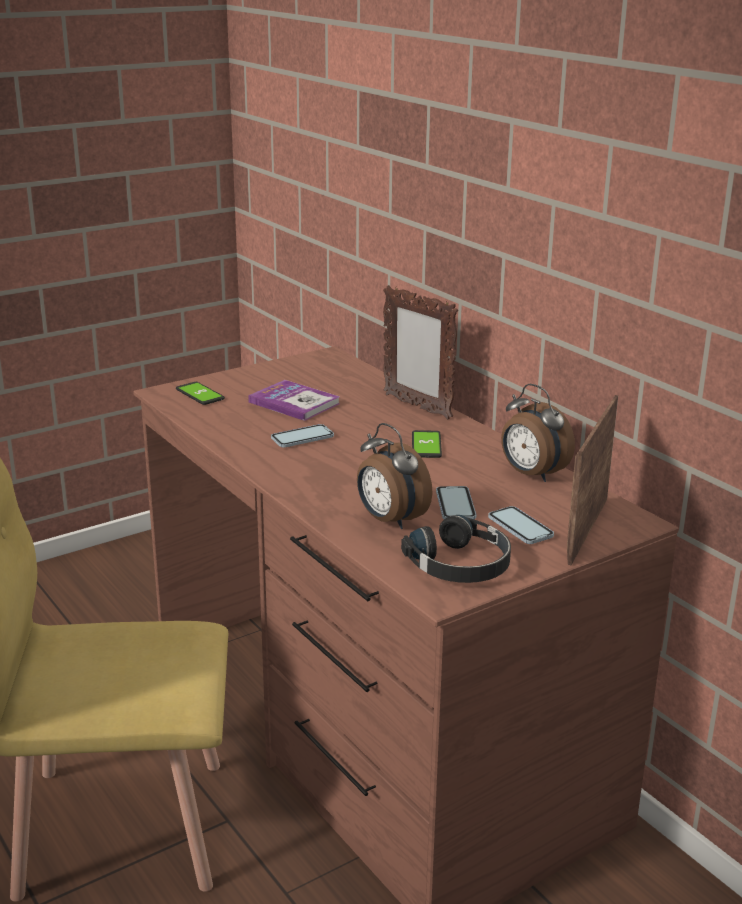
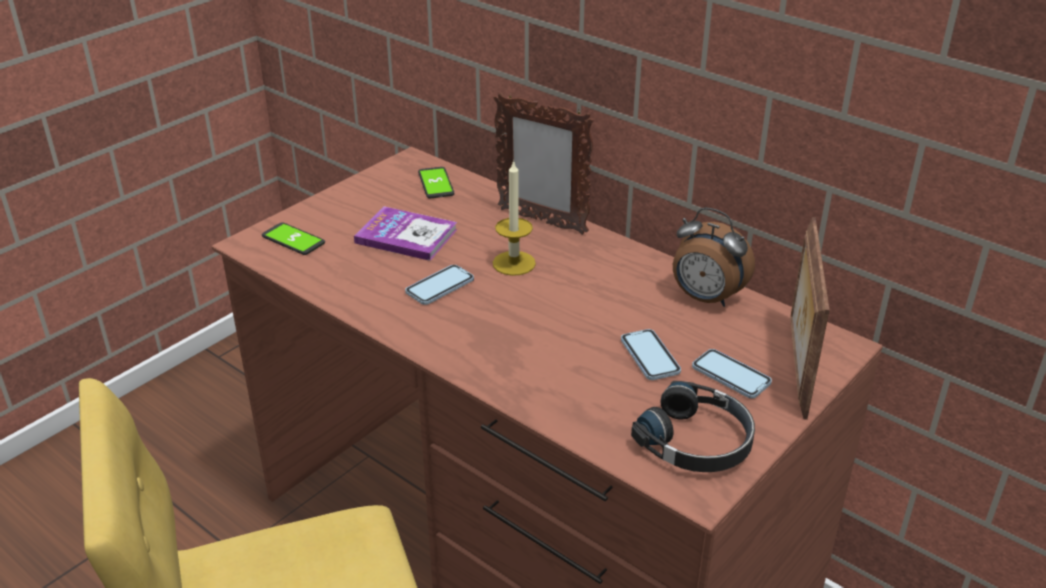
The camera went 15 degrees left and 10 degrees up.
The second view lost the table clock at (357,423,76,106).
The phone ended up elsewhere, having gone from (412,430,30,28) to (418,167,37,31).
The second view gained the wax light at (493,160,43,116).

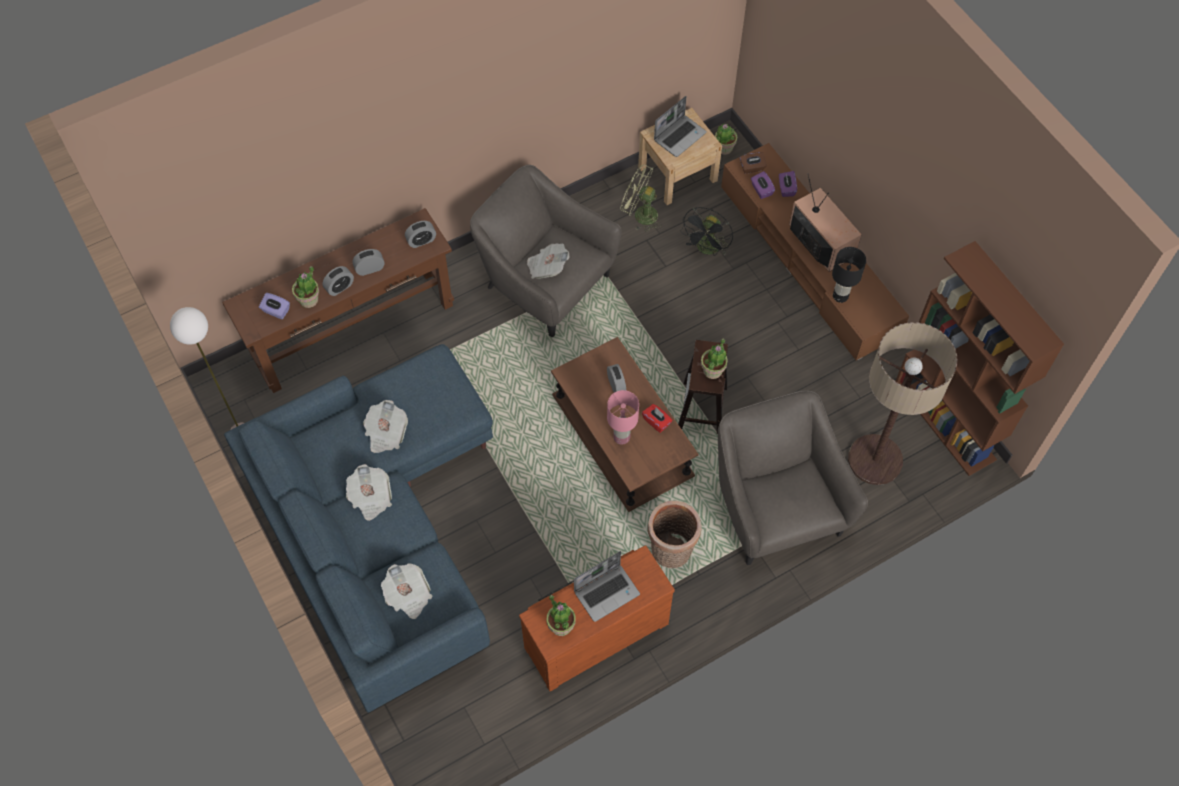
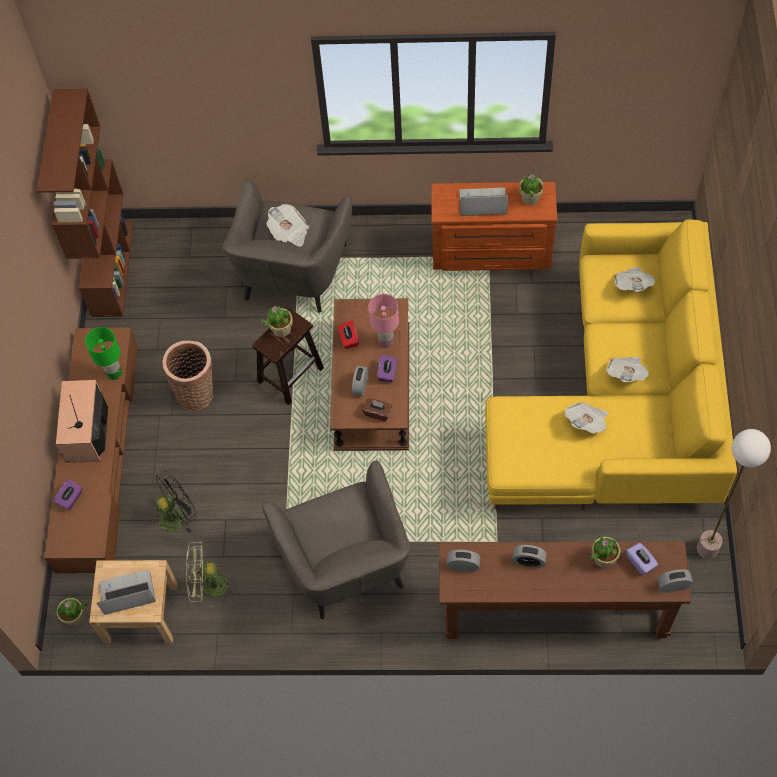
The camera went 145 degrees left and 0 degrees up.
What was the settee (bluish) at (224,344,269,369) turned into the settee (yellowish) at (485,220,252,291).
The table clock ended up elsewhere, having gone from (322,266,32,30) to (657,569,36,24).
The printed paper ended up elsewhere, having gone from (527,244,42,35) to (266,204,43,43).
The fan (greenish) at (620,165,42,67) ended up facing another way, 120 degrees clockwise from before.
The household basket ended up elsewhere, having gone from (648,501,54,67) to (162,341,51,70).
The tissue box (brown-coloured) ended up elsewhere, having gone from (740,152,27,22) to (362,398,30,23).
The tissue box (purplish) ended up elsewhere, having gone from (751,171,24,28) to (377,355,20,28).
What was the tabletop lamp (blackish) at (832,247,34,56) turned into the tabletop lamp (greenish) at (85,327,37,53).
The second view lost the standard lamp at (848,322,110,163).

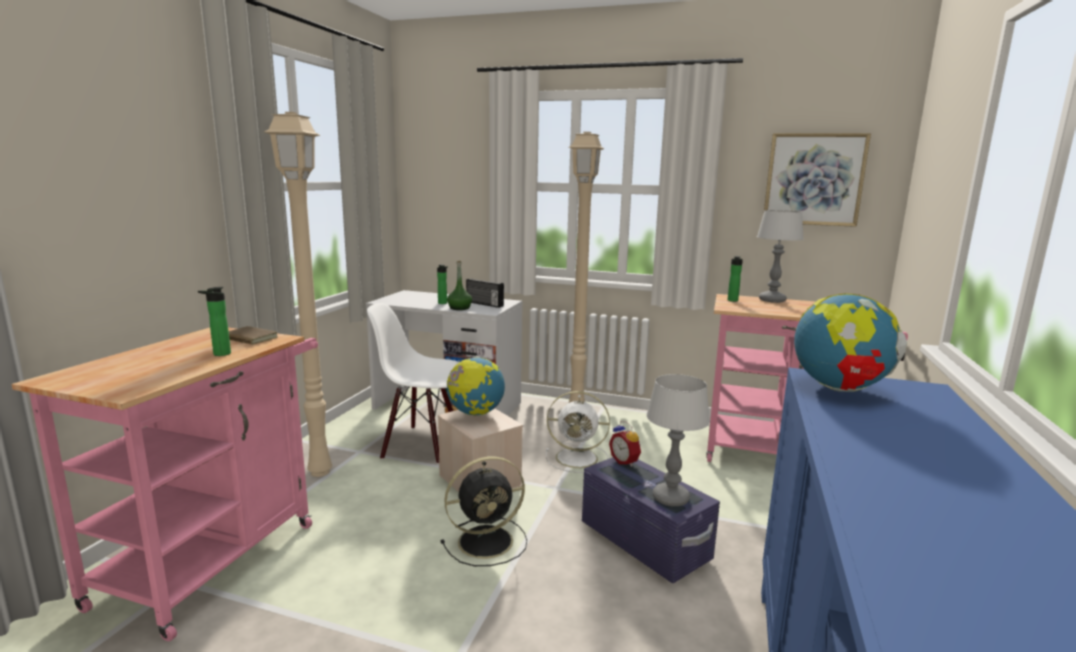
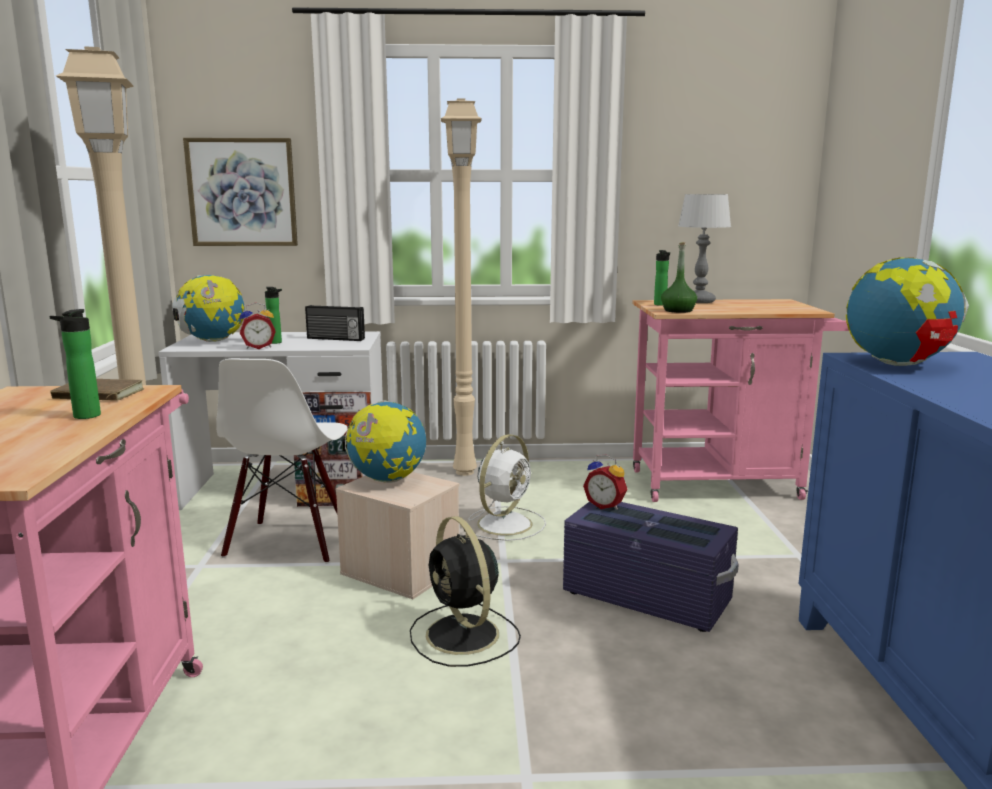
The camera went 20 degrees left and 0 degrees up.
The upright chair (white-coloured) at (367,303,92,161) ended up facing another way, 75 degrees counterclockwise from before.
The fan (blackish) at (441,456,86,110) ended up facing another way, 105 degrees clockwise from before.
The drink bottle (greenish) ended up elsewhere, having gone from (447,260,25,50) to (661,242,36,71).
The fan (white-coloured) at (546,391,64,82) ended up facing another way, 45 degrees counterclockwise from before.
The second view lost the tabletop lamp at (646,374,64,133).
The wall art ended up elsewhere, having gone from (763,133,108,94) to (183,138,115,108).
The second view gained the desk globe at (172,275,72,67).
The second view gained the table clock at (239,302,37,47).

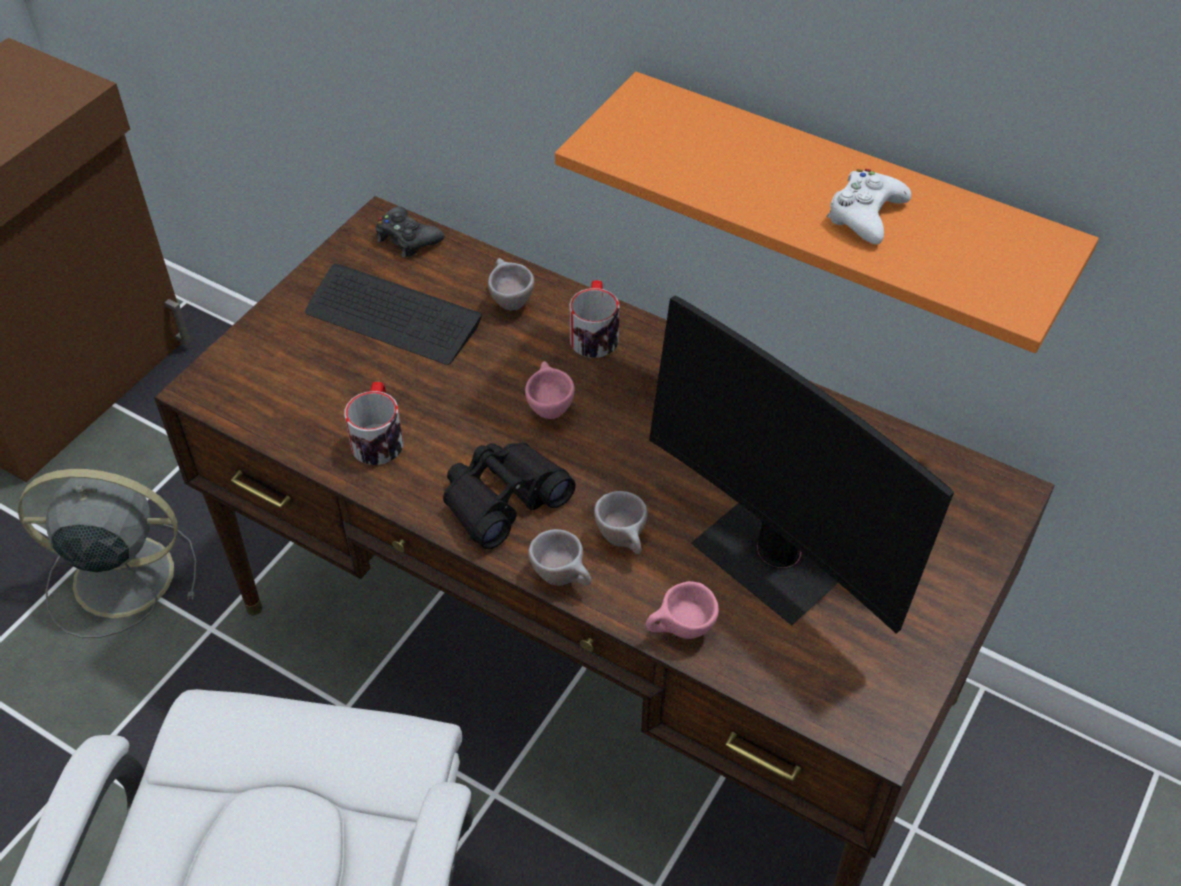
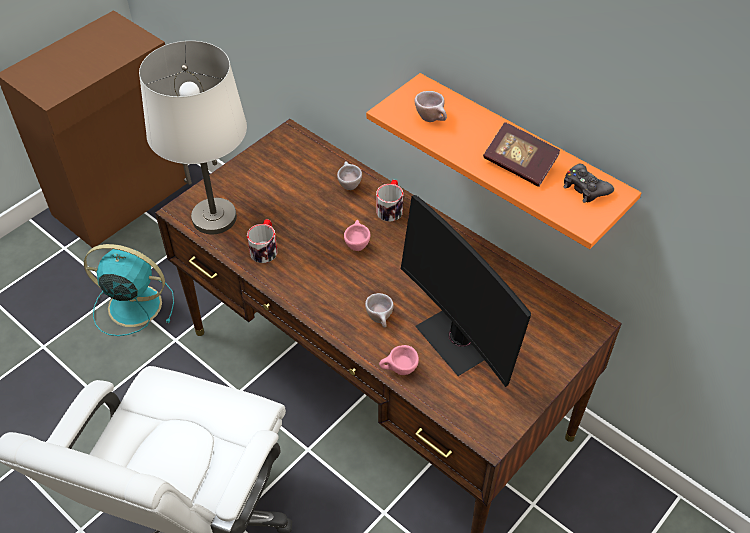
The camera went 10 degrees right and 0 degrees up.
What was the fan (grey) at (18,469,179,169) turned into the fan (turquoise) at (84,244,90,92).
The second view lost the keyboard at (305,264,178,101).
The gamepad (blackish) ended up elsewhere, having gone from (375,206,69,52) to (564,163,50,40).
The second view lost the binoculars (blackish) at (443,442,133,107).
The cup (beige) ended up elsewhere, having gone from (528,529,64,57) to (415,91,32,31).
Where the gamepad (white-coloured) stood at (827,169,84,75), the volume came to stand at (483,122,77,65).
The second view gained the tabletop lamp (white-coloured) at (139,41,108,193).

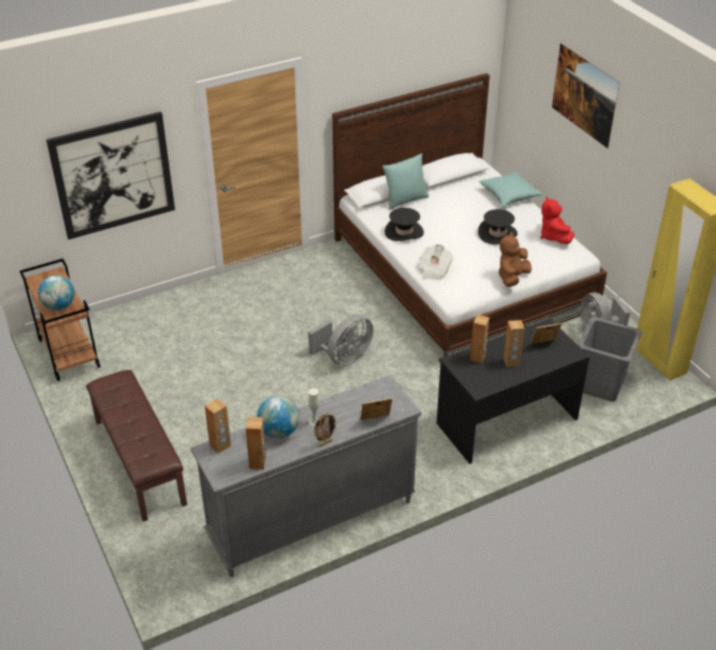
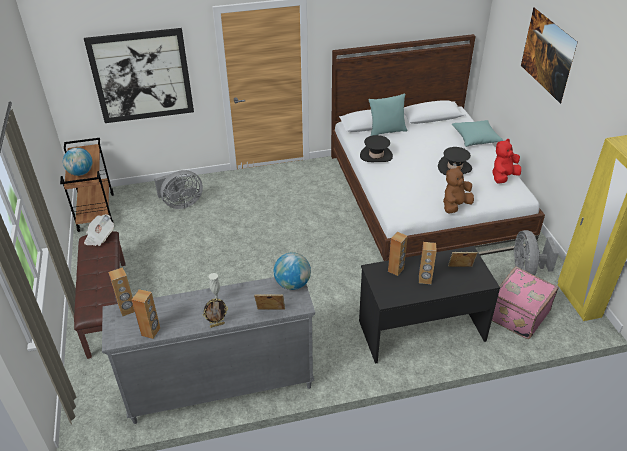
The camera went 15 degrees right and 0 degrees up.
The desk globe ended up elsewhere, having gone from (257,396,42,42) to (274,252,37,38).
The fan (grey) ended up elsewhere, having gone from (308,315,65,51) to (154,170,49,39).
The printed paper ended up elsewhere, having gone from (419,244,34,35) to (84,214,30,32).
The soft toy (red) at (540,197,34,47) ended up facing another way, 45 degrees clockwise from before.
Where the laundry basket (grey) stood at (578,317,64,85), the travel case (pink) came to stand at (492,266,67,73).

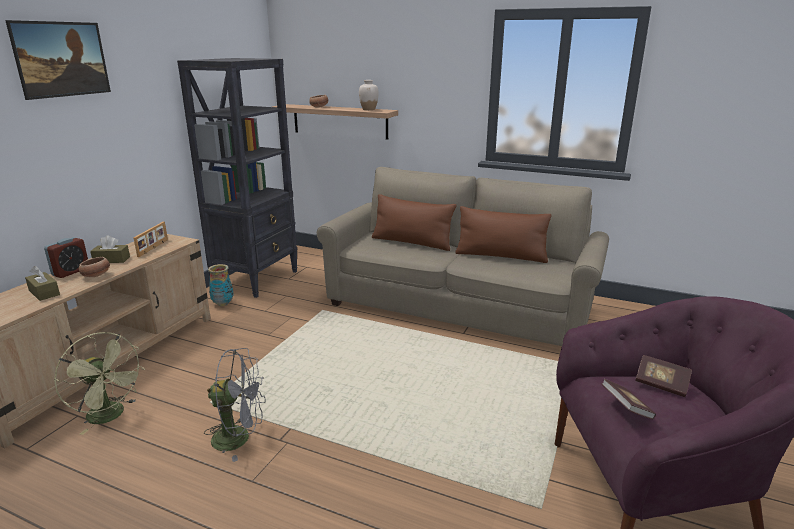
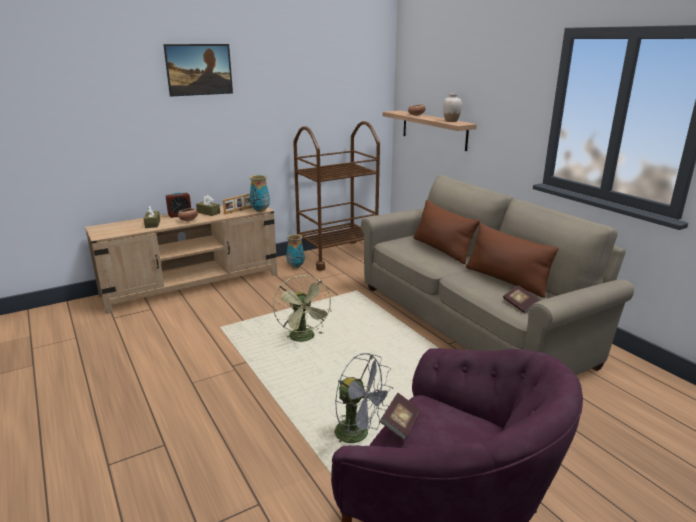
The camera went 35 degrees right and 0 degrees up.
The fan (greenish) ended up elsewhere, having gone from (54,332,91,103) to (273,275,58,67).
Where the bookcase (blackish) stood at (177,58,121,240), the trolley (brown-coloured) came to stand at (293,121,87,150).
The fan (grey) ended up elsewhere, having gone from (204,348,62,114) to (335,353,58,90).
The volume ended up elsewhere, having gone from (635,355,57,42) to (503,285,37,28).
The second view gained the decorative vase at (250,175,20,37).

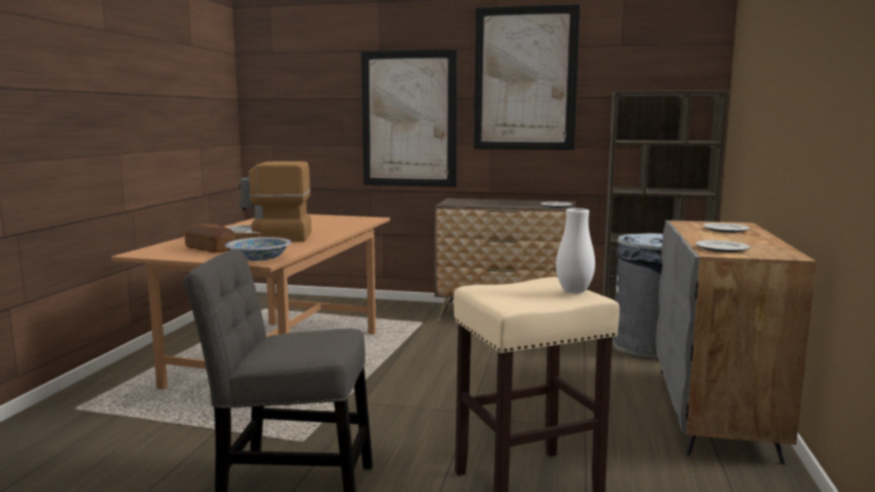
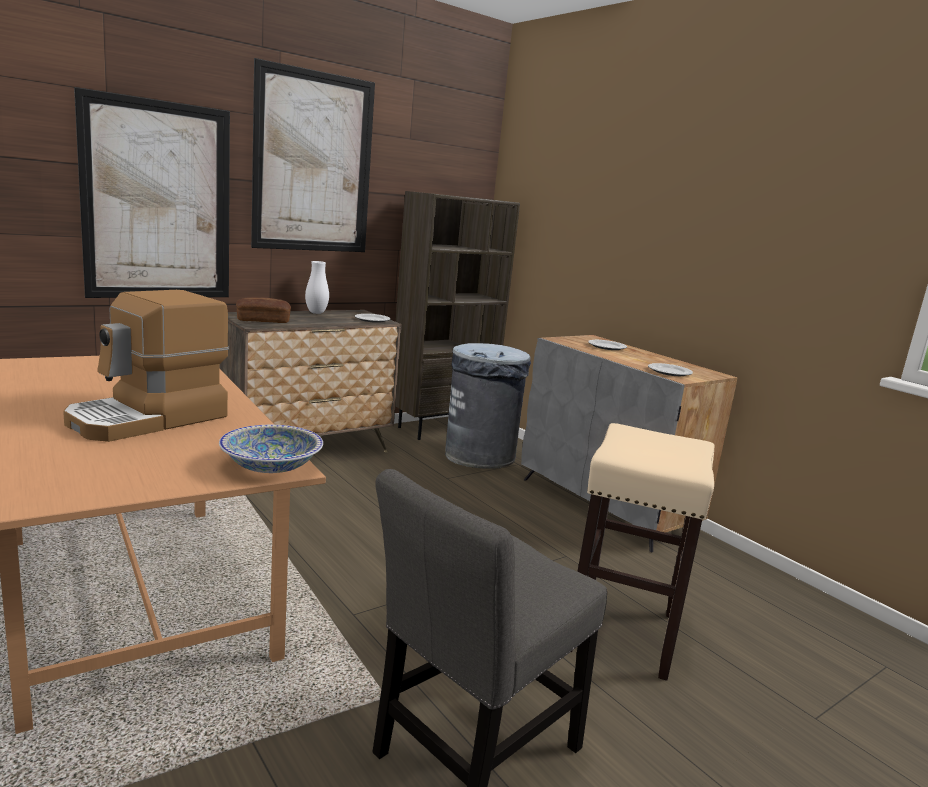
The camera went 50 degrees left and 5 degrees up.
The baked bread ended up elsewhere, having gone from (184,224,51,29) to (236,297,55,26).
The decorative vase (white-coloured) ended up elsewhere, having gone from (556,208,39,85) to (305,261,24,53).

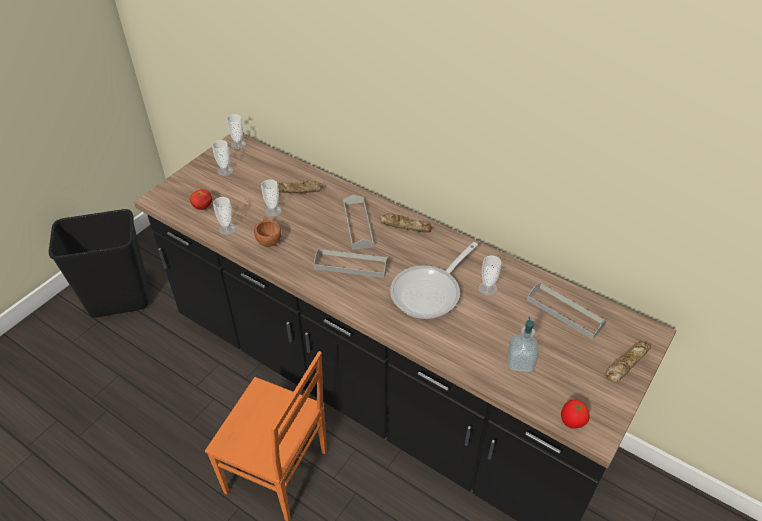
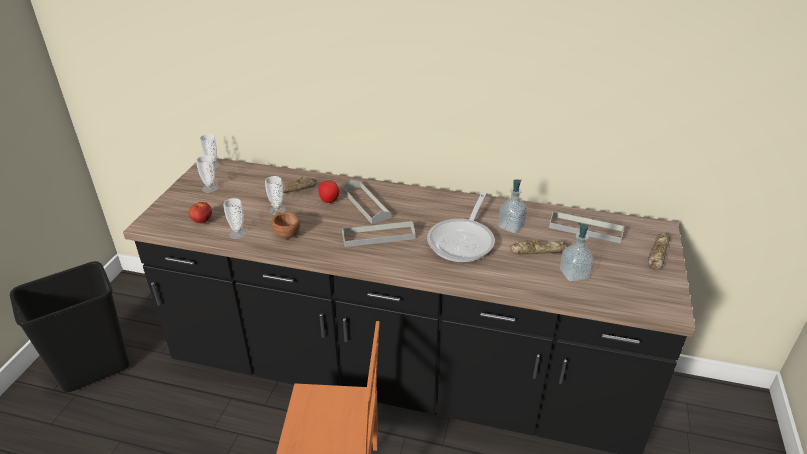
The camera went 20 degrees left and 10 degrees down.
The baked bread ended up elsewhere, having gone from (380,213,52,20) to (510,240,58,14).
Where the cup stood at (479,256,23,40), the soap dispenser came to stand at (498,179,29,54).
The fresh tomato ended up elsewhere, having gone from (561,399,28,30) to (319,180,20,23).

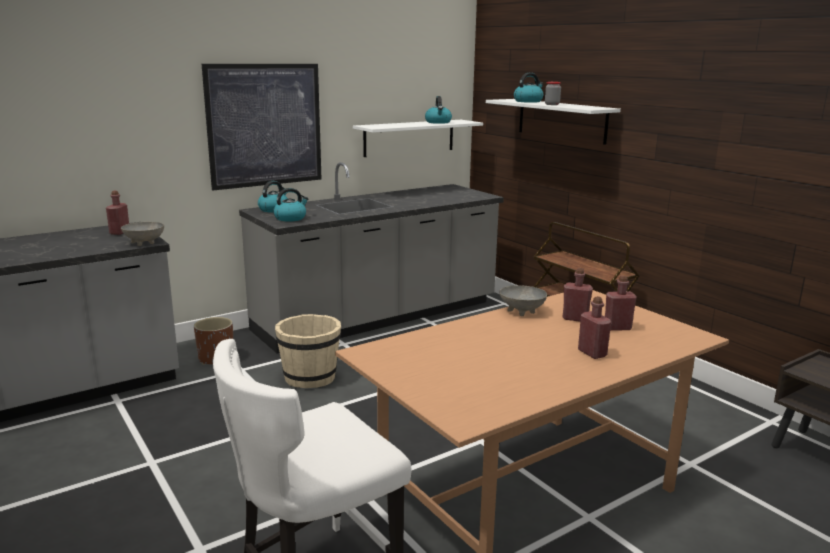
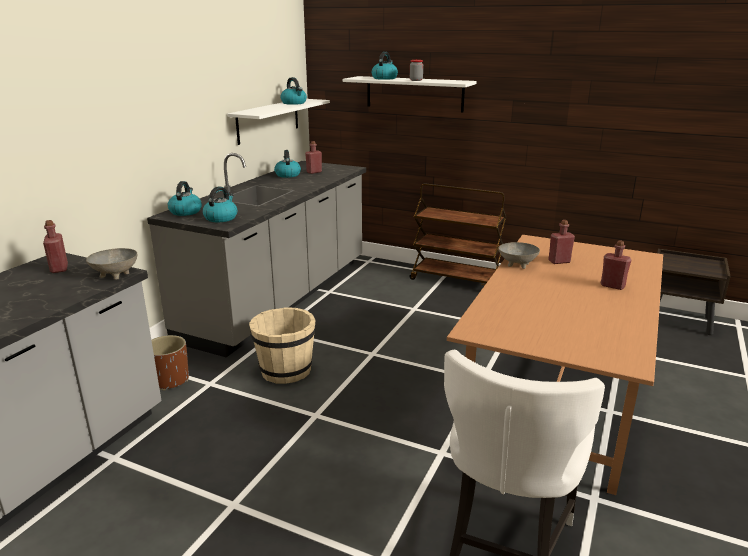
The camera went 30 degrees left and 5 degrees up.
The second view lost the wall art at (202,64,120,126).
The drink bottle (red) ended up elsewhere, having gone from (605,275,32,56) to (305,141,17,33).
The second view gained the tea kettle at (274,150,27,28).

